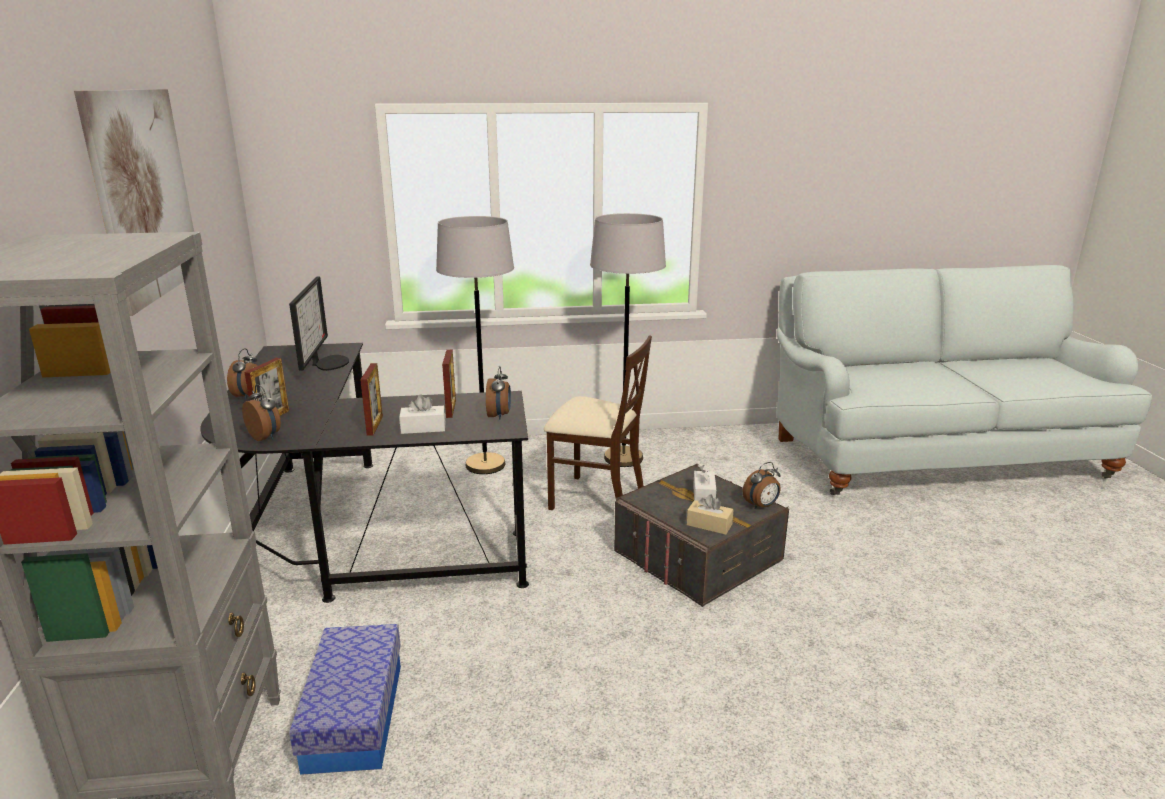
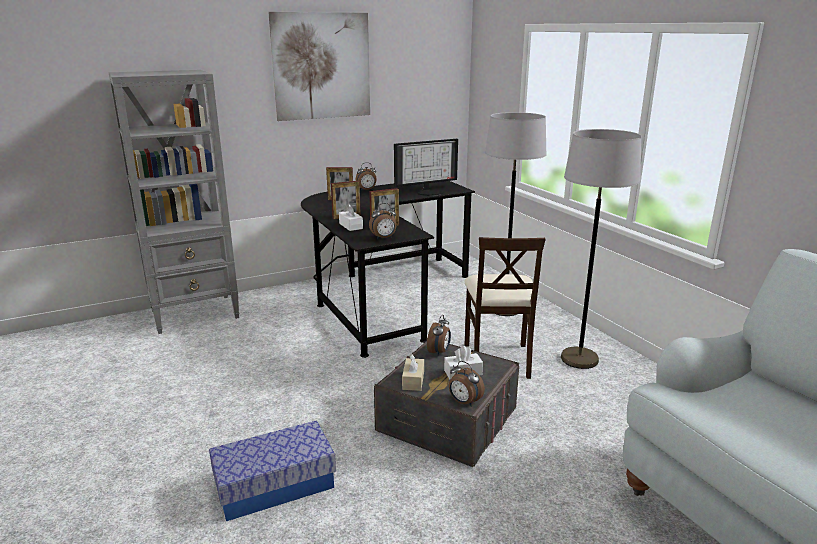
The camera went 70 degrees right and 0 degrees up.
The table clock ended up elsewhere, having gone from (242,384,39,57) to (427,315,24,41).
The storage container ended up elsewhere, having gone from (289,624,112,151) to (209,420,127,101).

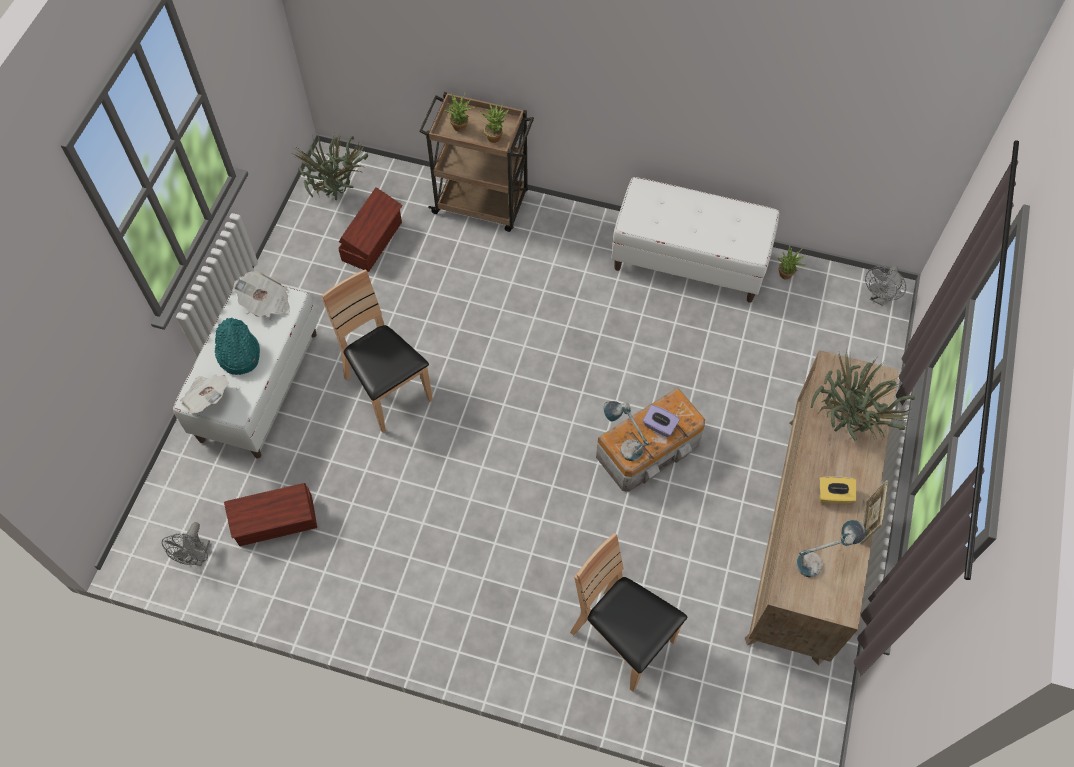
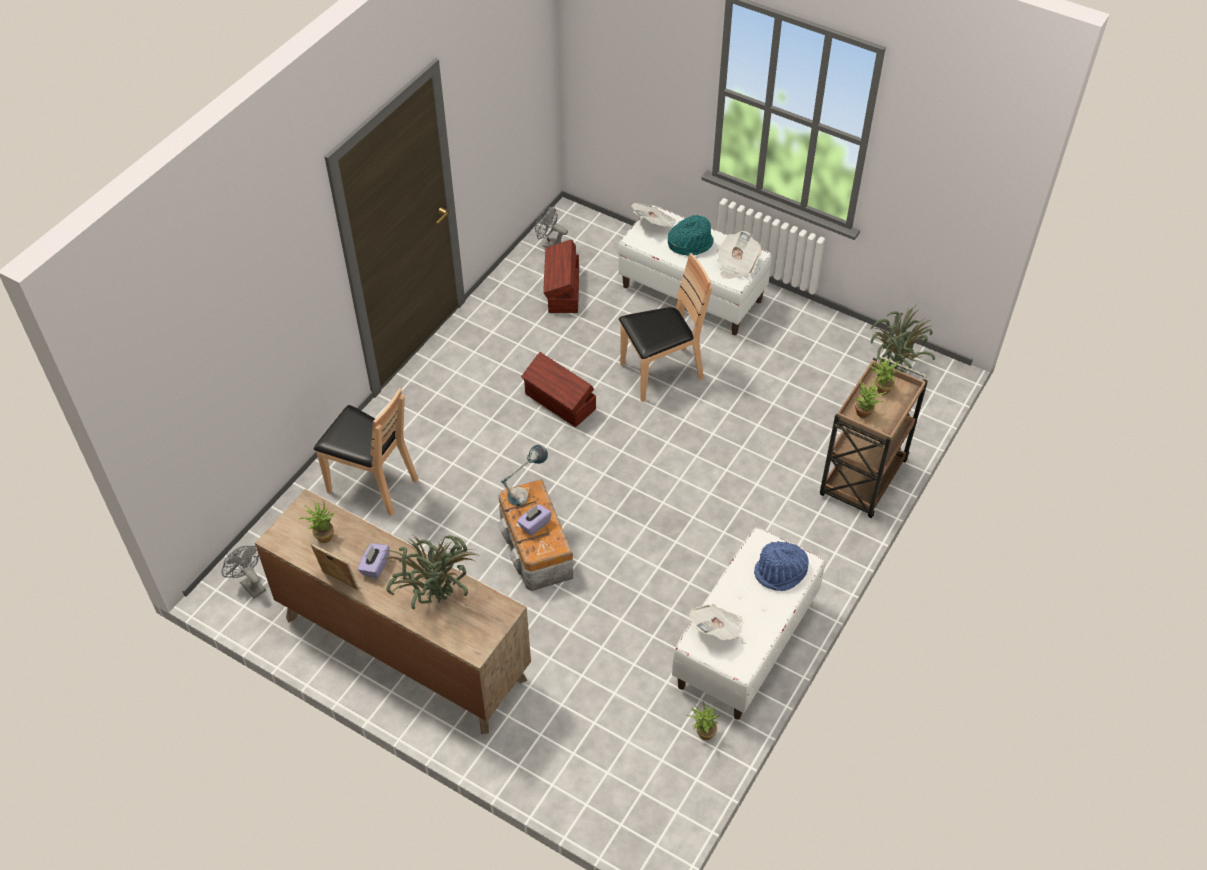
The camera went 105 degrees right and 10 degrees down.
The storage container (brown-coloured) ended up elsewhere, having gone from (338,187,64,85) to (521,352,75,75).
The upright chair (brown-coloured) at (570,533,117,159) ended up facing another way, 60 degrees clockwise from before.
Where the tabletop lamp stood at (796,520,70,58), the potted plant came to stand at (299,500,36,43).
What was the tissue box (yellowish) at (819,476,37,28) turned into the tissue box (purplish) at (358,543,31,36).
The fan (grey) ended up elsewhere, having gone from (865,266,41,40) to (222,546,44,53).
The second view gained the printed paper at (689,604,54,36).
The second view gained the wearable hat (bluish) at (754,541,55,50).

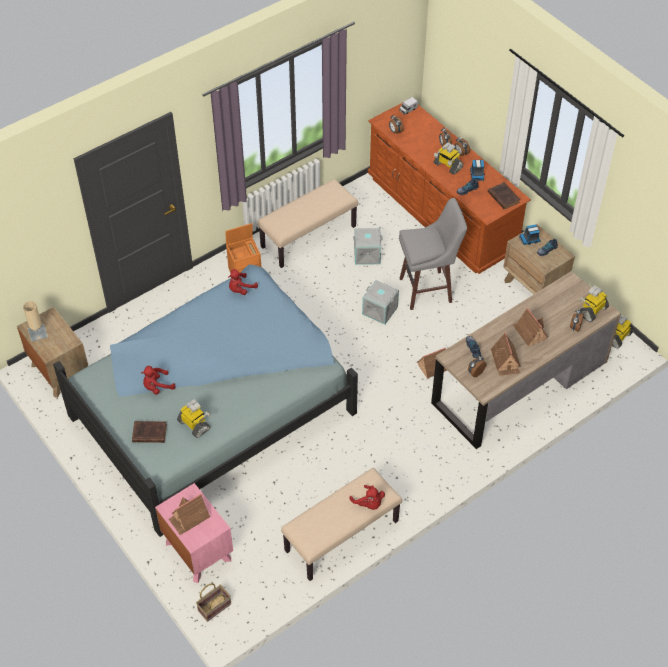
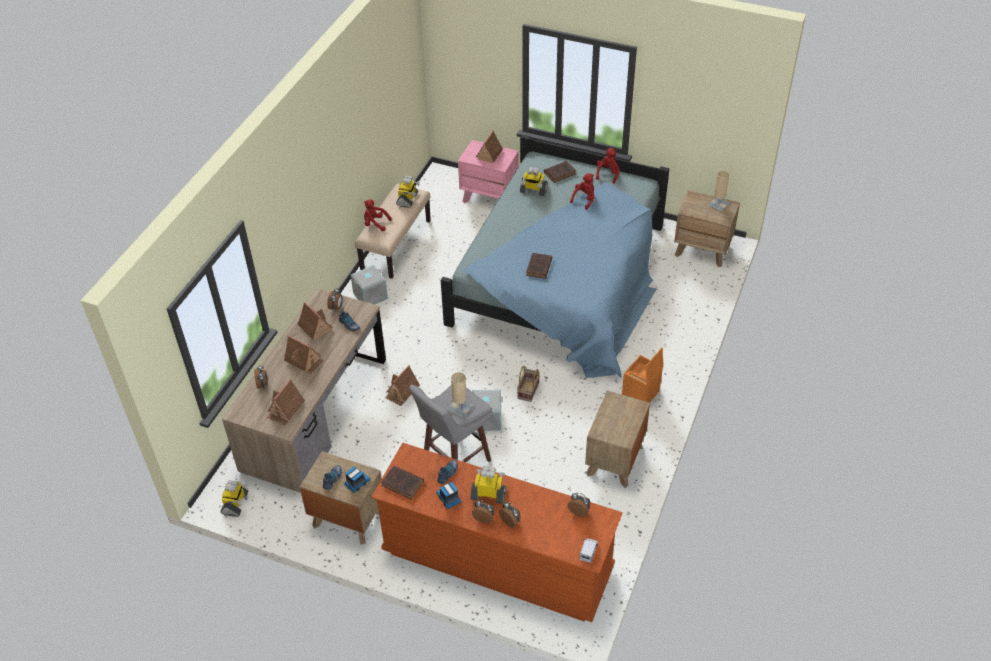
The camera went 150 degrees right and 5 degrees down.
The household basket ended up elsewhere, having gone from (196,583,35,39) to (517,366,23,36).
The soft toy (red) ended up elsewhere, having gone from (228,269,30,26) to (596,148,24,35).
Where the bench (beige) stood at (257,179,101,89), the night table (brown-coloured) came to stand at (585,391,65,97).
The storage container (grey) ended up elsewhere, having gone from (353,228,30,37) to (351,265,37,40).
The robot figure ended up elsewhere, having gone from (578,285,31,37) to (396,176,24,32).
The second view gained the model house at (267,379,38,46).
The second view gained the tabletop lamp (beige) at (447,372,26,46).
The second view gained the volume (brown-coloured) at (526,253,26,26).

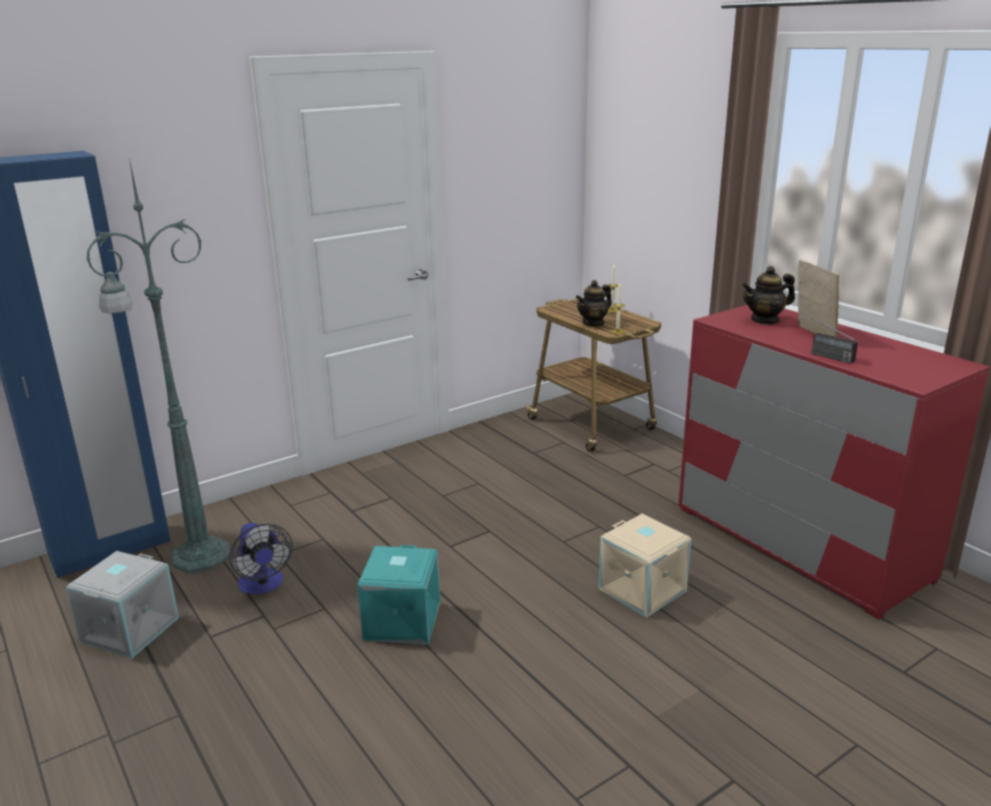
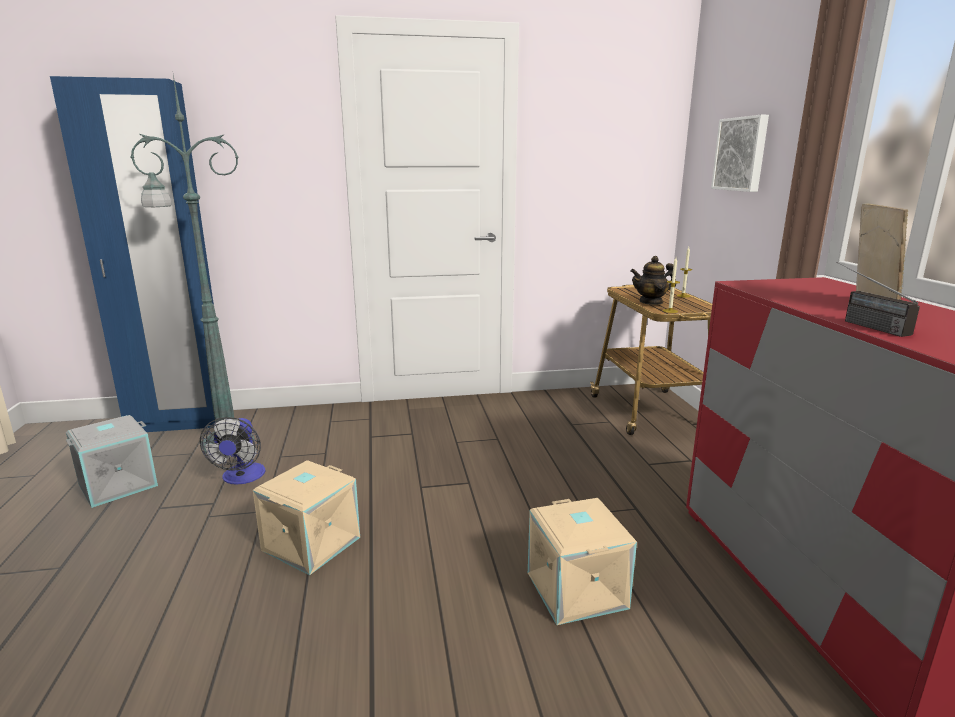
The camera went 25 degrees right and 5 degrees down.
What was the storage container (turquoise) at (357,545,83,100) turned into the storage container (beige) at (253,460,107,115).
The second view lost the teapot at (742,266,53,59).
The second view gained the wall art at (711,115,58,77).

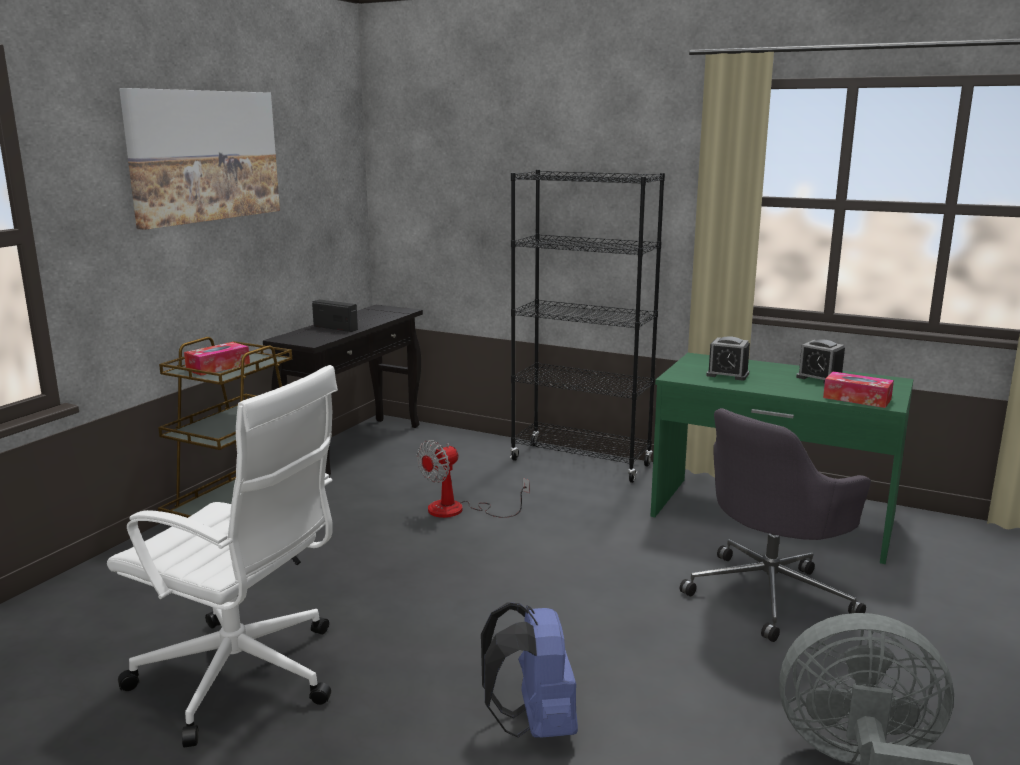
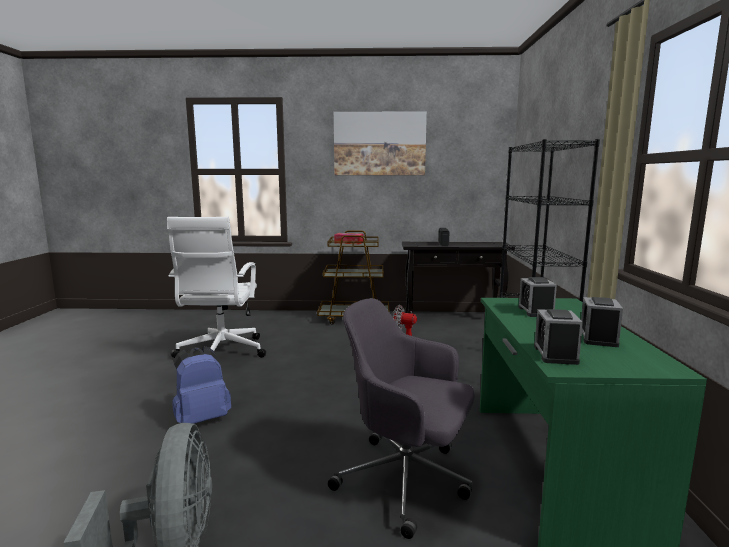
The camera went 65 degrees right and 5 degrees down.
Where the tissue box stood at (823,372,71,36), the table clock came to stand at (534,309,49,56).

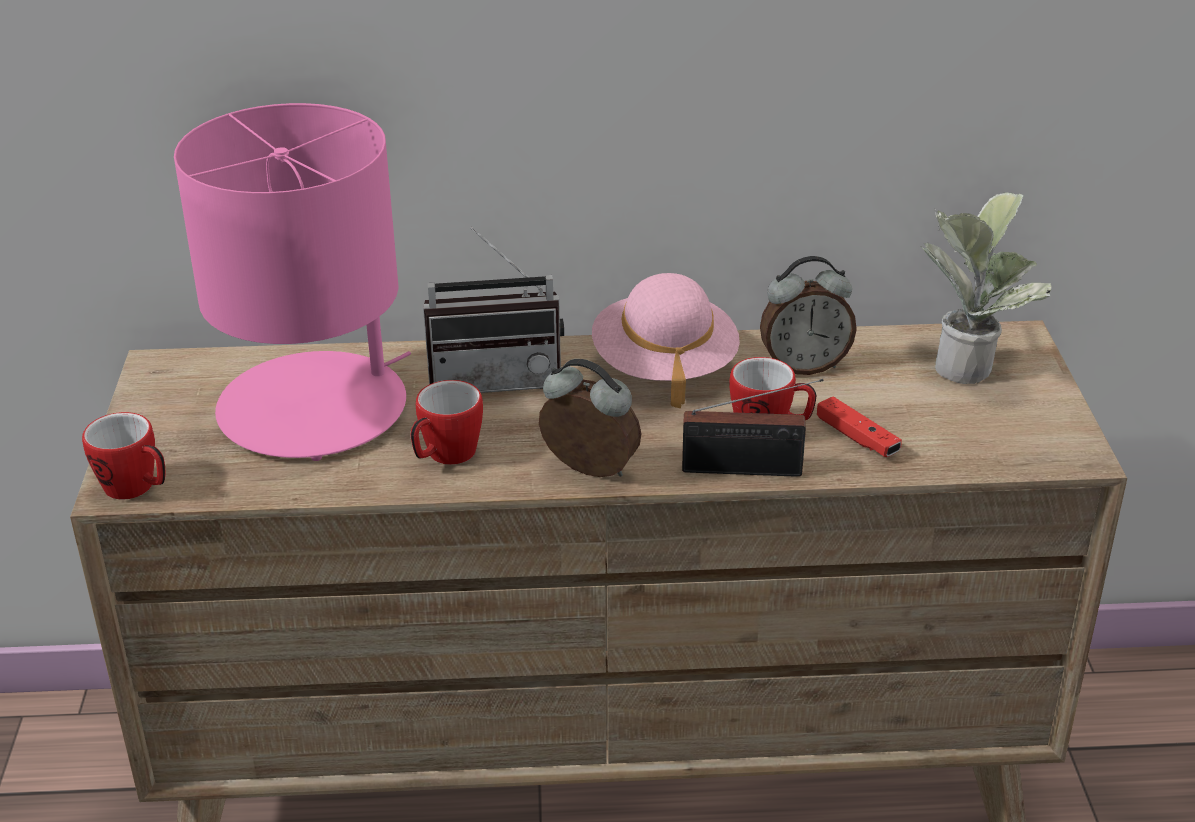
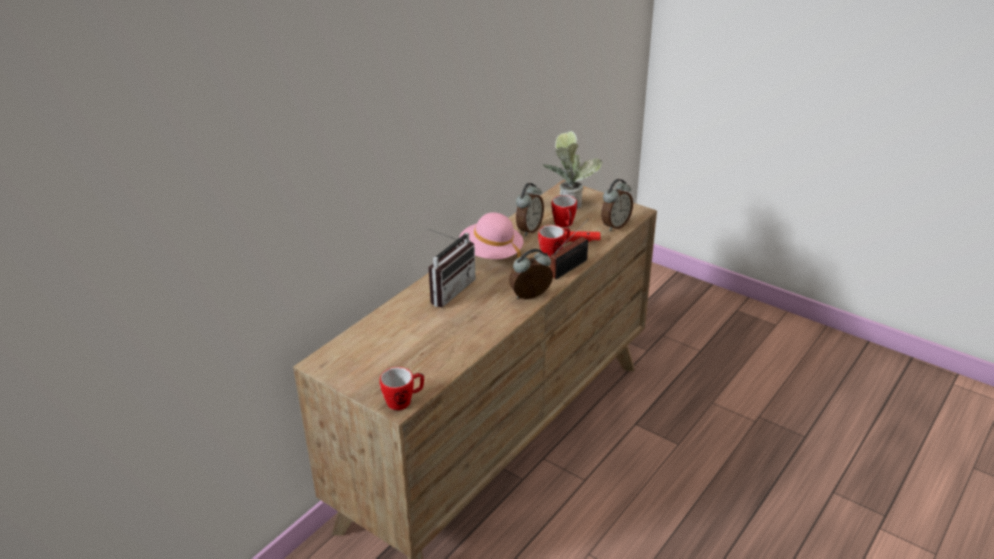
The camera went 50 degrees left and 0 degrees up.
The second view lost the tabletop lamp (pink) at (174,103,237,358).
The coffee mug ended up elsewhere, having gone from (410,380,73,85) to (551,195,26,32).
The second view gained the table clock at (601,179,32,52).

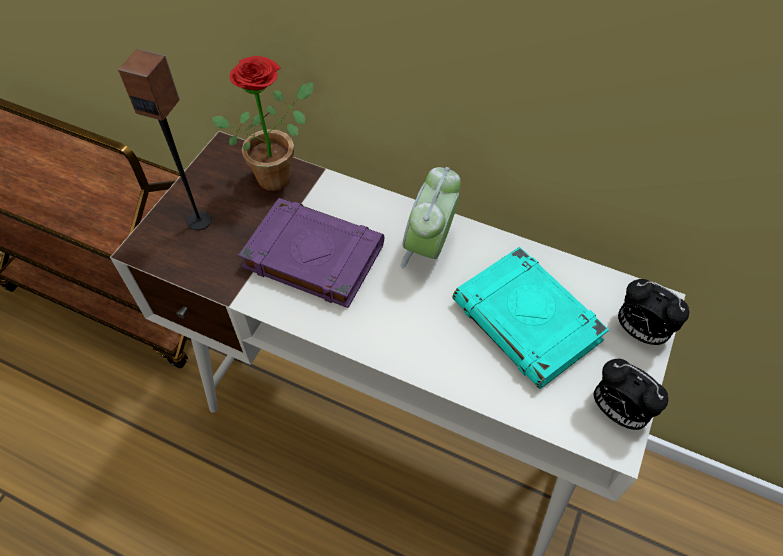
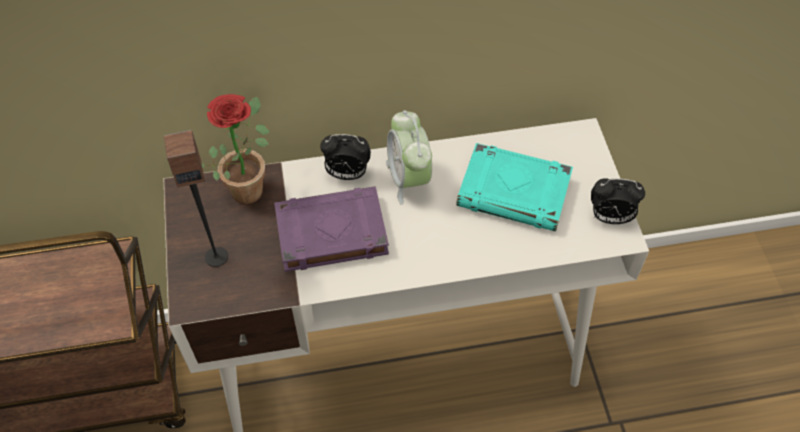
The camera went 35 degrees left and 0 degrees up.
The table clock ended up elsewhere, having gone from (618,279,71,67) to (320,134,51,46).

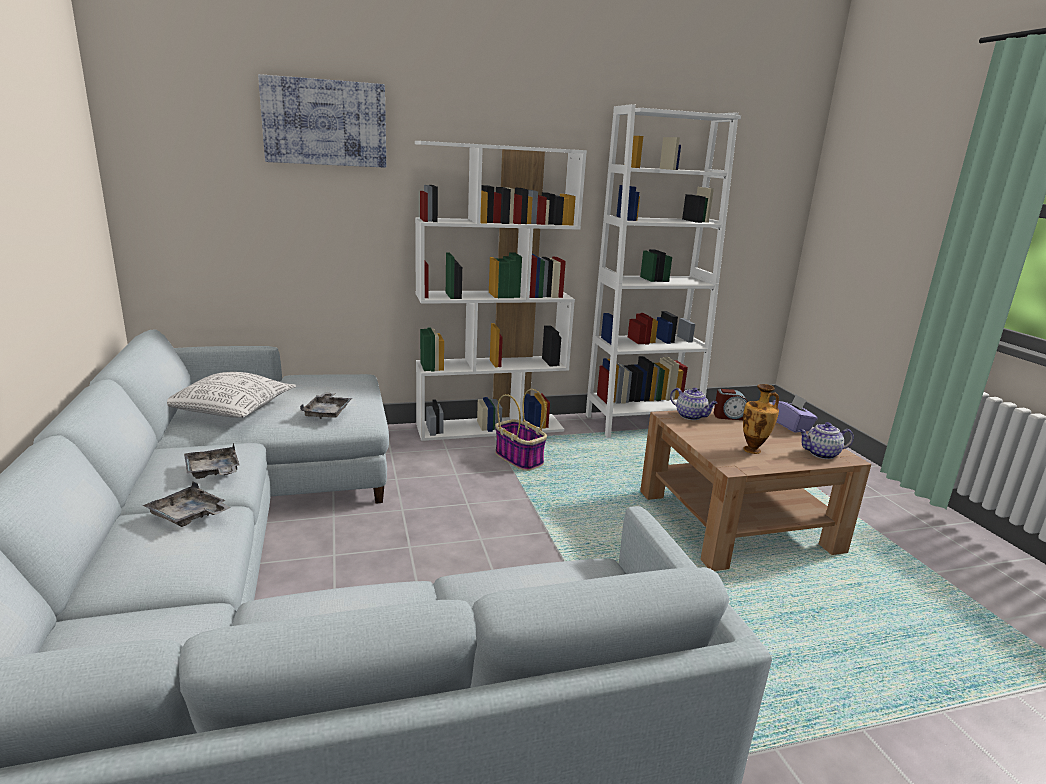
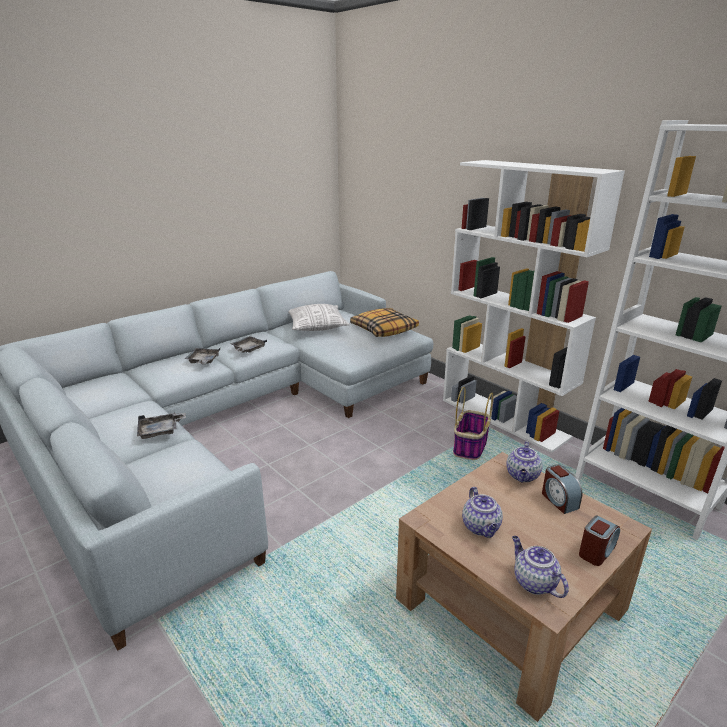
The camera went 65 degrees right and 5 degrees up.
The second view lost the wall art at (258,74,128,94).
The serving tray (grey) ended up elsewhere, having gone from (300,392,52,27) to (137,413,49,26).
Where the decorative vase stood at (743,384,36,70), the teapot came to stand at (462,487,41,51).
Where the tissue box (purplish) stood at (773,395,45,38), the table clock came to stand at (579,515,41,51).
The second view gained the cushion at (350,308,69,29).

